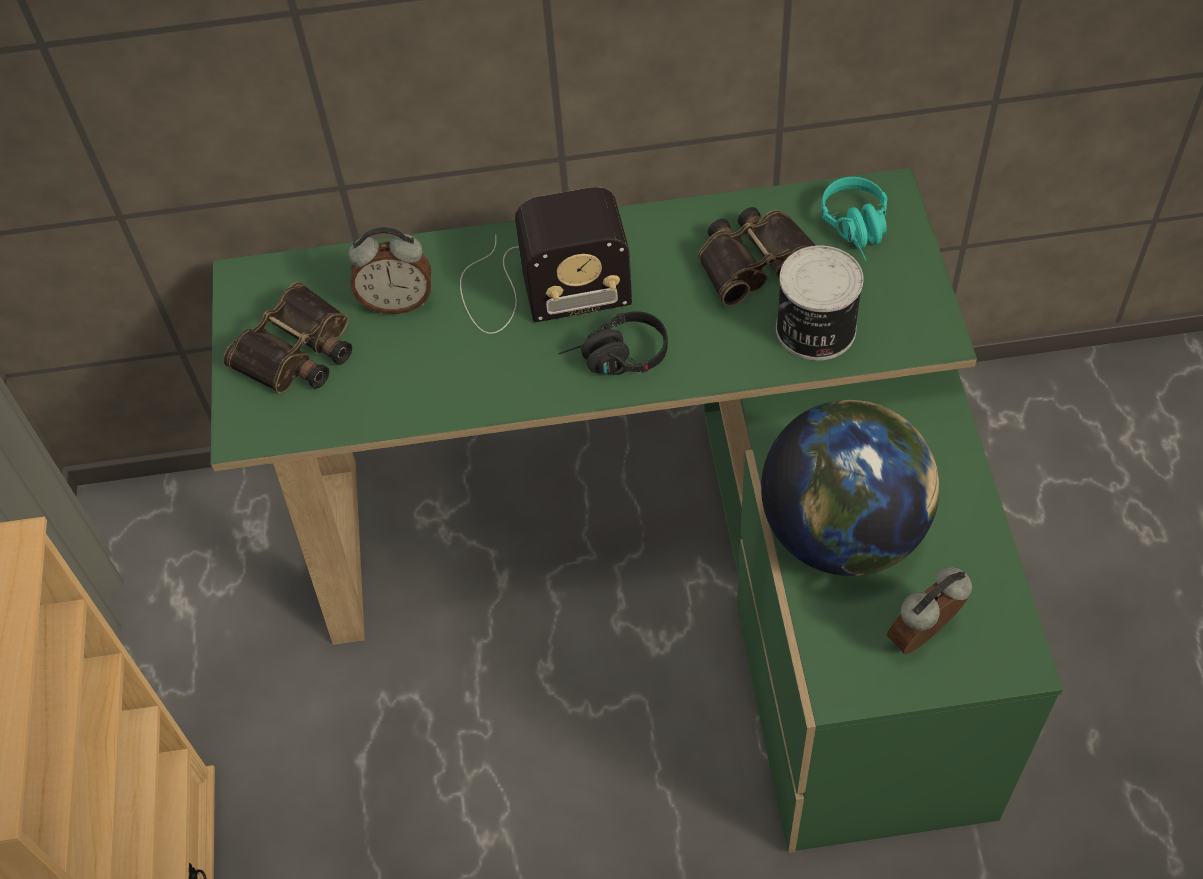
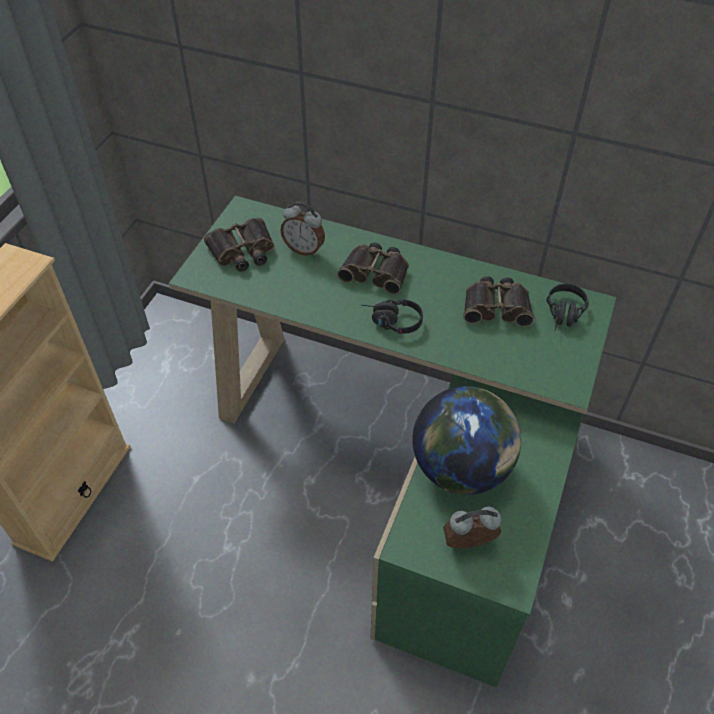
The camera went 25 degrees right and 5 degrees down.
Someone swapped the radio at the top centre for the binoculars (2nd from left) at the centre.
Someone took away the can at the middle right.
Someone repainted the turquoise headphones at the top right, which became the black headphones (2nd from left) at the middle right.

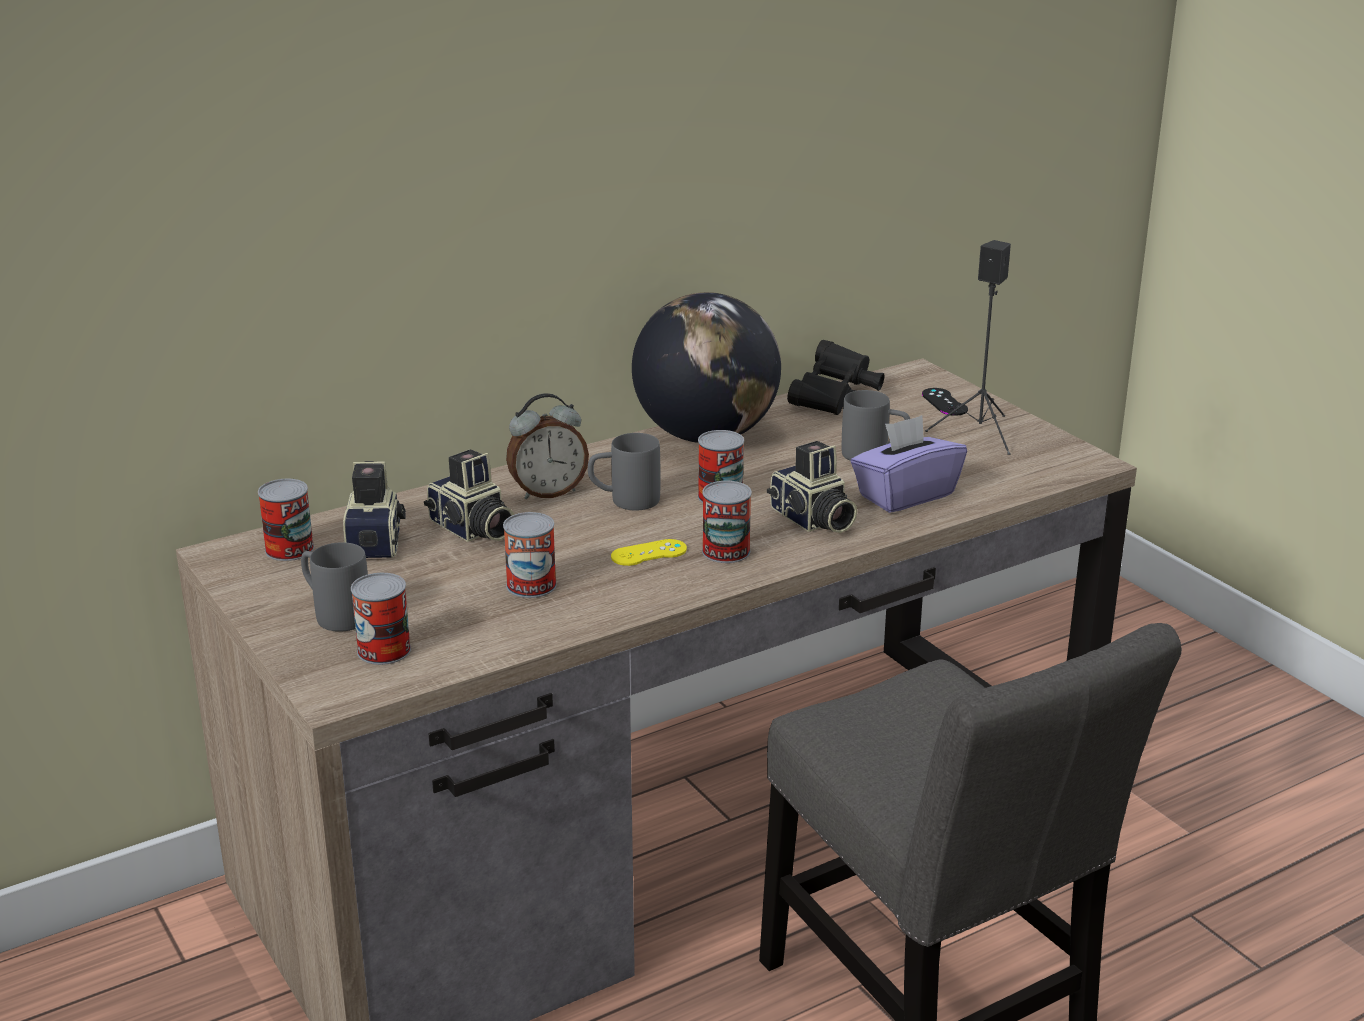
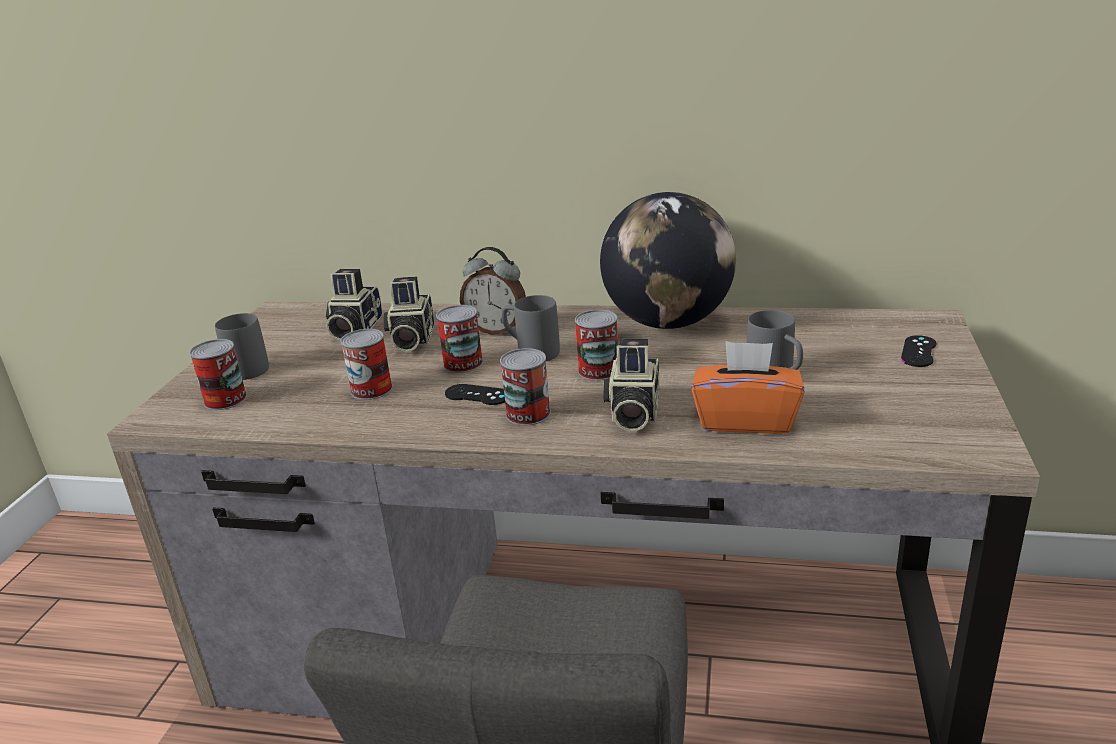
The camera went 45 degrees right and 0 degrees up.
Someone carried the can (1st from left in the first image) from the middle left to the centre.
Someone rotated the photo camera (1st from left) at the middle left by 150 degrees clockwise.
Someone repainted the yellow game controller at the centre, which became the black game controller (1st from left) at the centre.
Someone took away the black binoculars at the centre.
Someone repainted the purple tissue box at the centre, which became the orange tissue box at the middle right.
Someone took away the black speaker at the middle right.

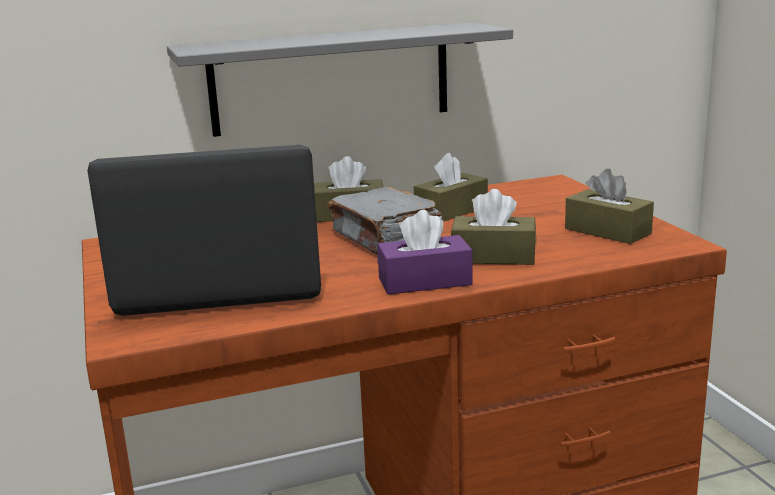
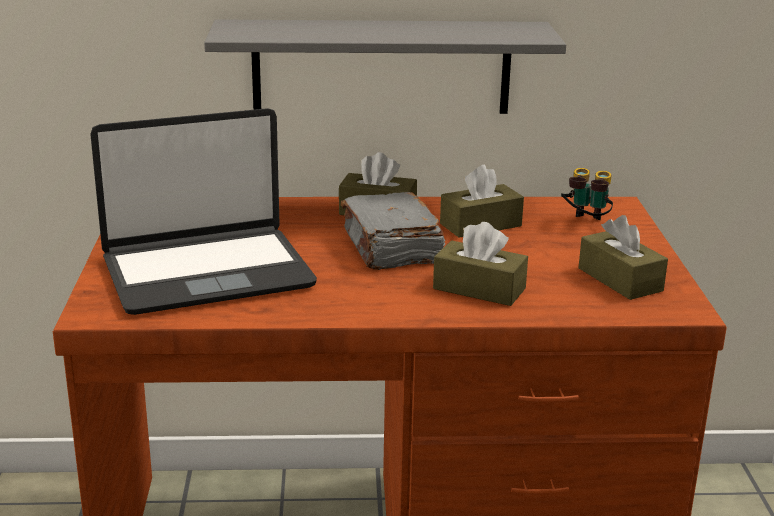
The camera went 15 degrees right and 5 degrees up.
Someone rotated the laptop at the middle left by 150 degrees clockwise.
Someone took away the purple tissue box at the centre.
Someone put down the binoculars at the middle right.

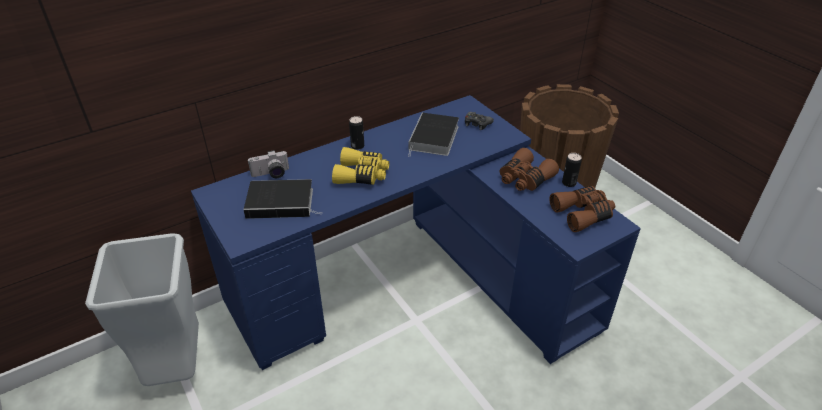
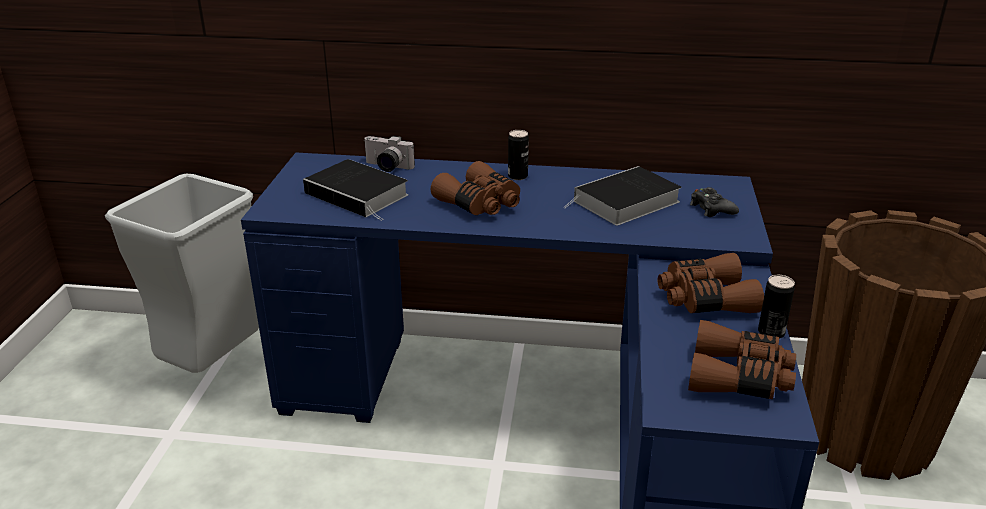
The camera went 40 degrees right and 10 degrees down.
Someone repainted the yellow binoculars at the centre, which became the brown binoculars (1st from left) at the centre.

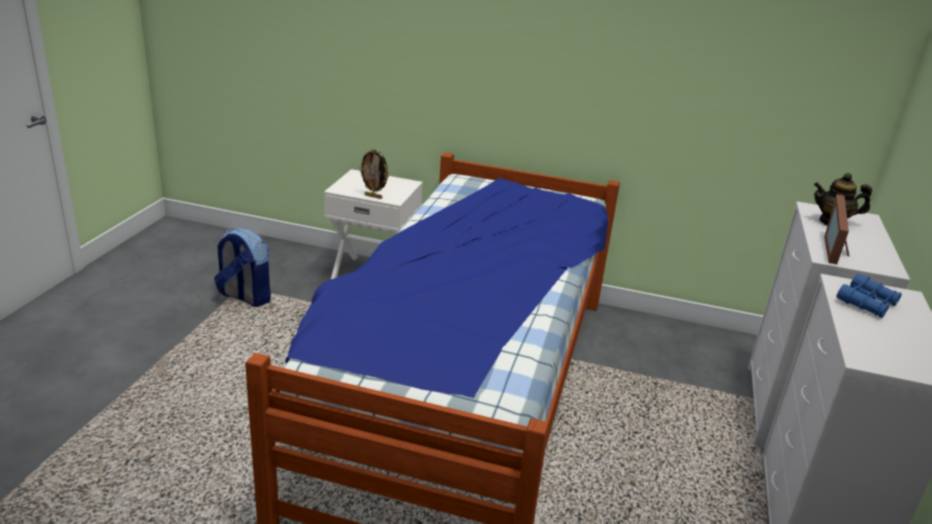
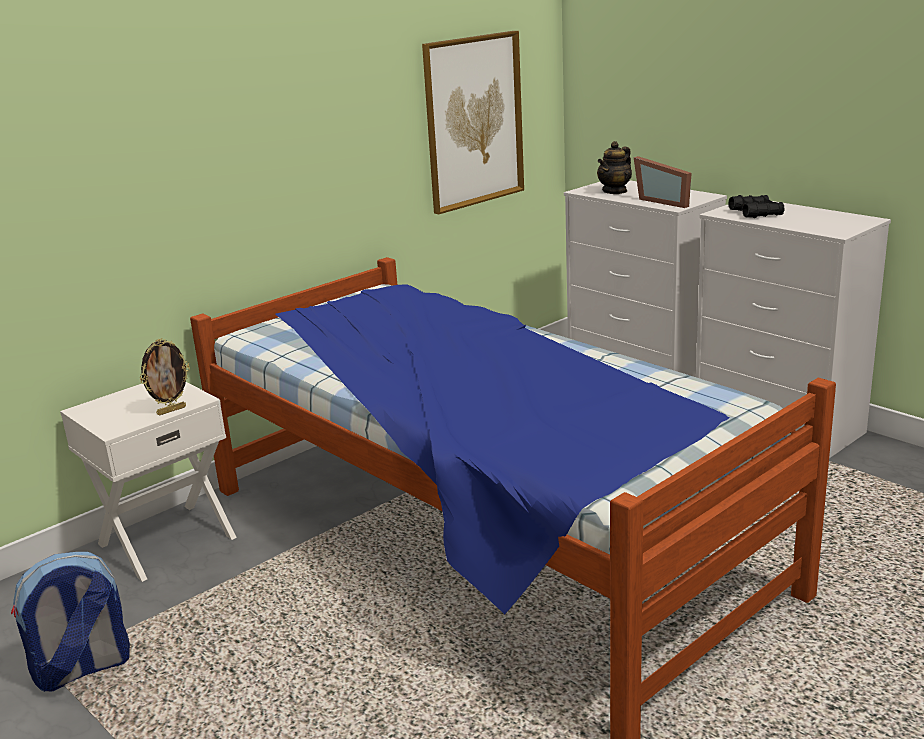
The camera went 55 degrees left and 5 degrees down.
Someone repainted the blue binoculars at the middle right, which became the black binoculars at the top right.
Someone put up the picture at the top centre.

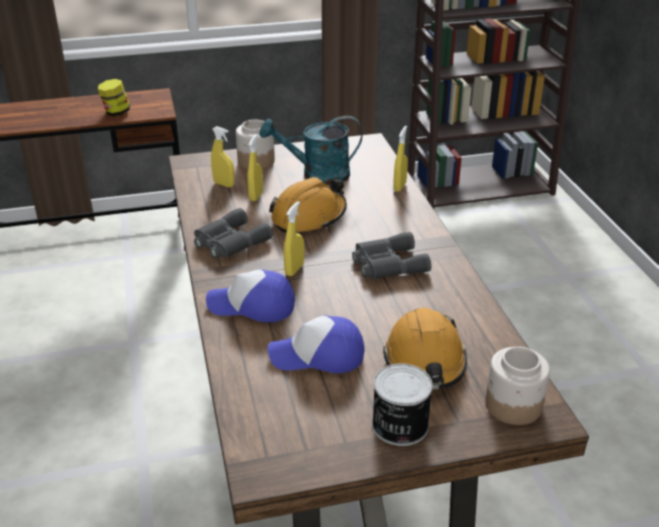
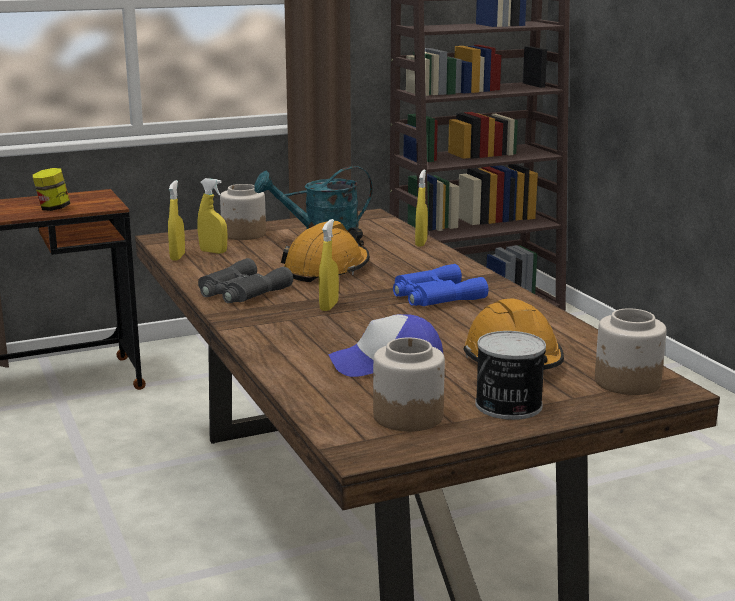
The camera went 10 degrees left and 15 degrees down.
Someone took away the cap (1st from left) at the centre.
Someone carried the yellow spray bottle (2nd from left in the first image) from the top centre to the middle left.
Someone repainted the grey binoculars (2nd from left) at the centre, which became the blue binoculars at the centre.
Someone put down the jar (3rd from left) at the centre.

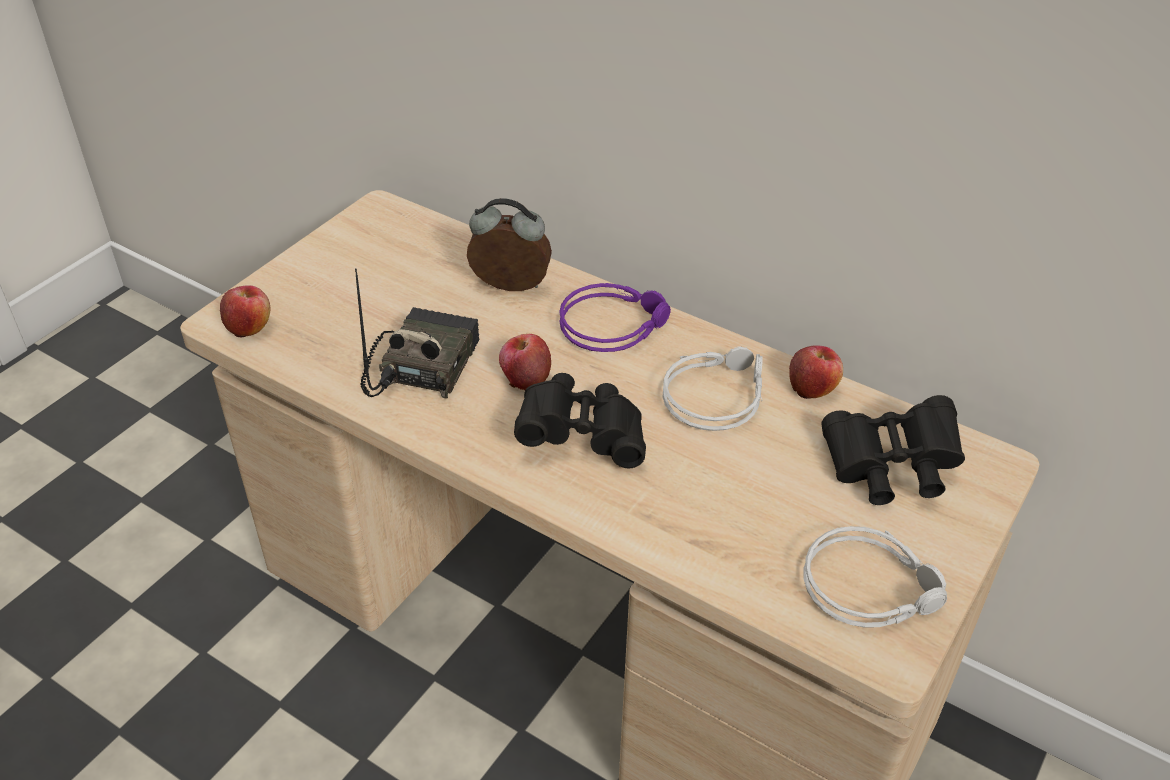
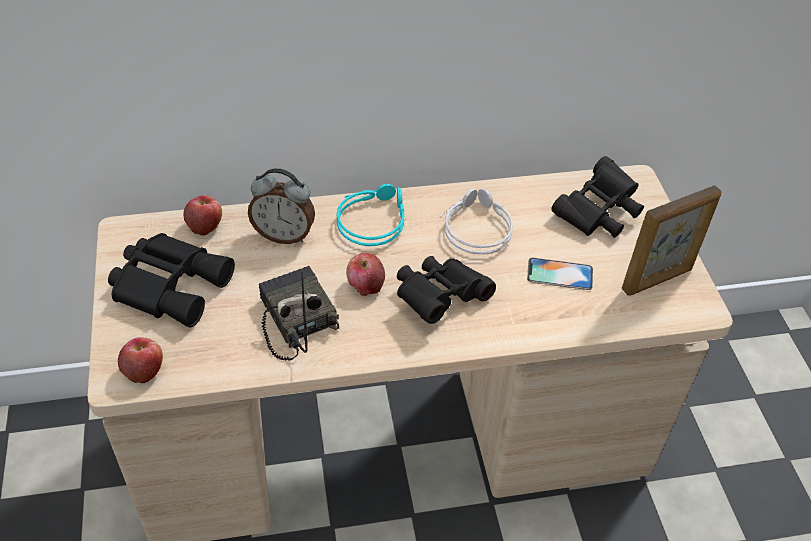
The camera went 45 degrees left and 5 degrees up.
Someone rotated the alarm clock at the top centre by 135 degrees counterclockwise.
Someone repainted the purple headphones at the centre, which became the turquoise headphones at the centre.
Someone carried the apple (3rd from left in the first image) from the middle right to the middle left.
Someone swapped the grey headphones (2nd from left) at the bottom right for the picture frame at the middle right.
Someone put down the black binoculars (1st from left) at the middle left.
Someone put down the phone at the middle right.

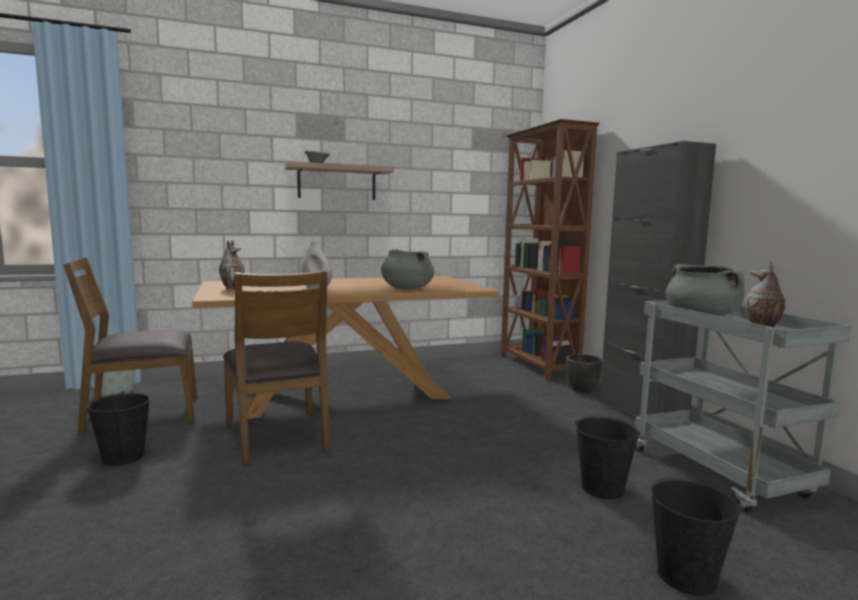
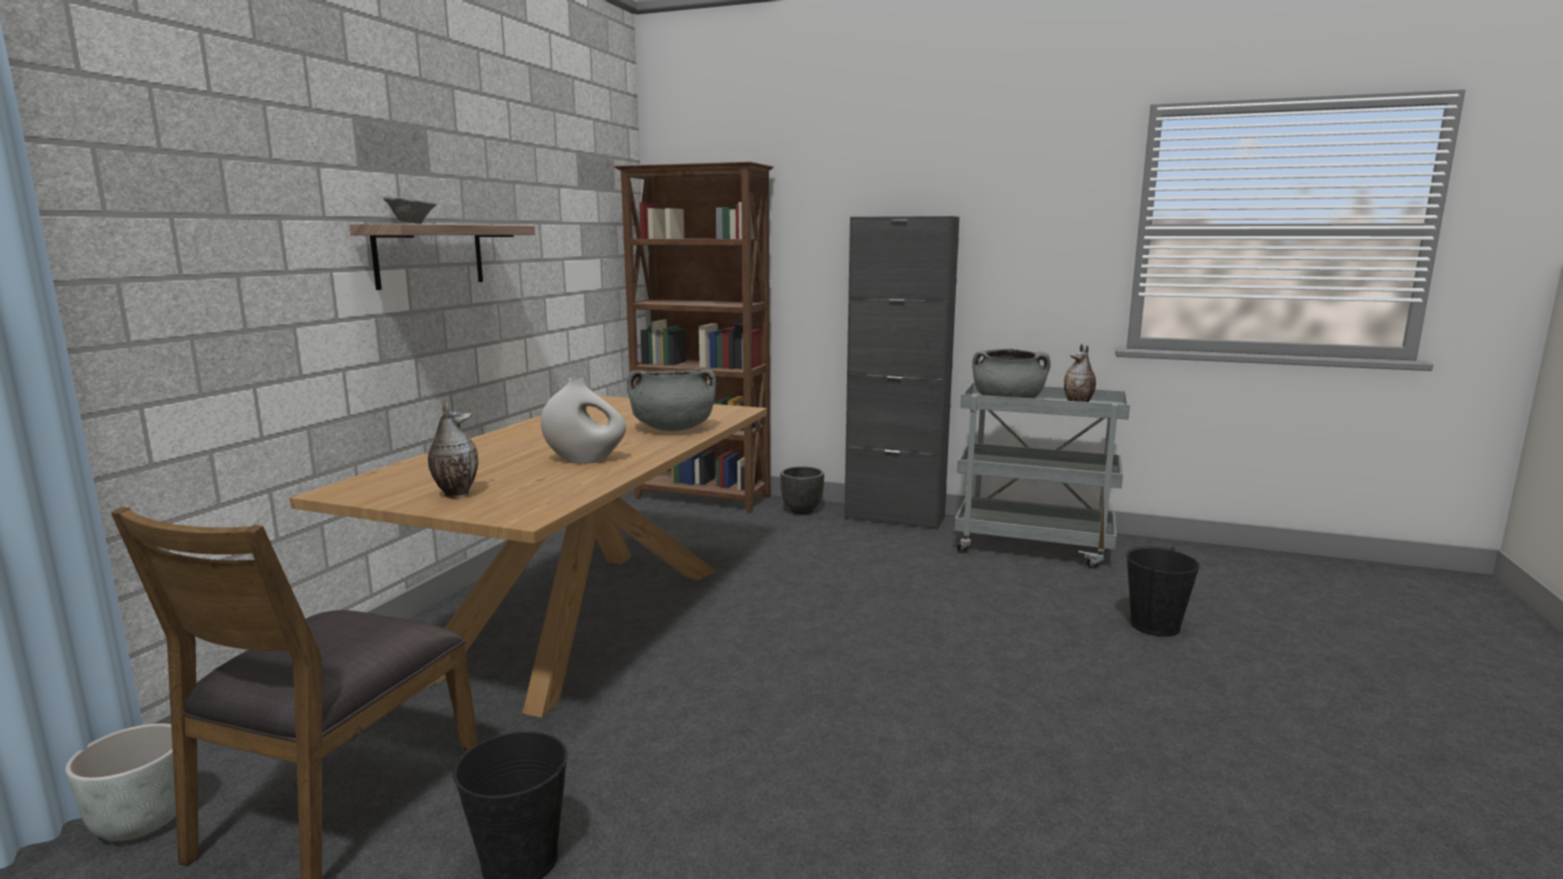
The camera went 50 degrees left and 5 degrees up.
Someone took away the brown chair (2nd from left) at the middle left.
Someone took away the black bucket (2nd from left) at the bottom right.

